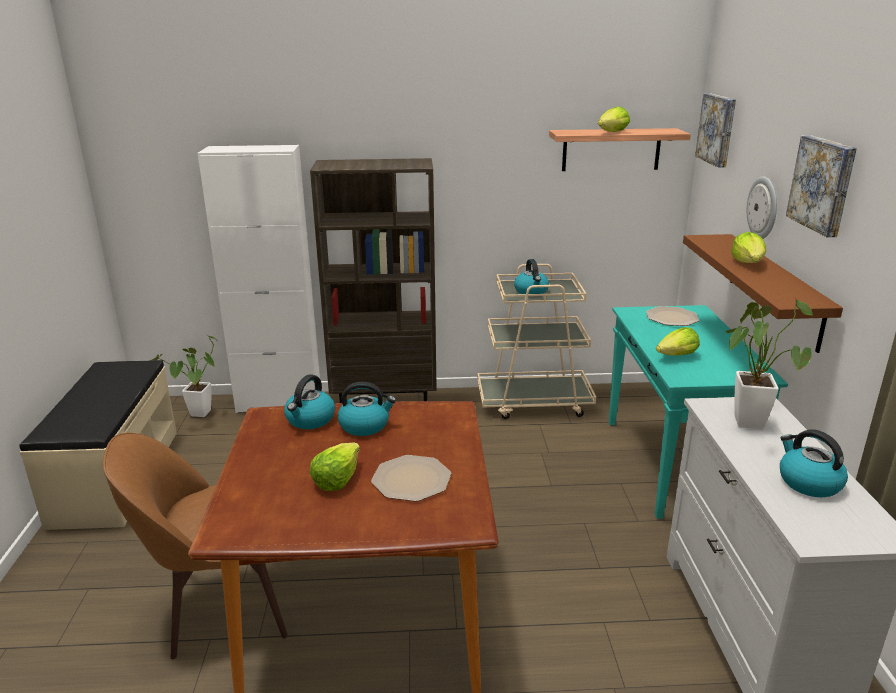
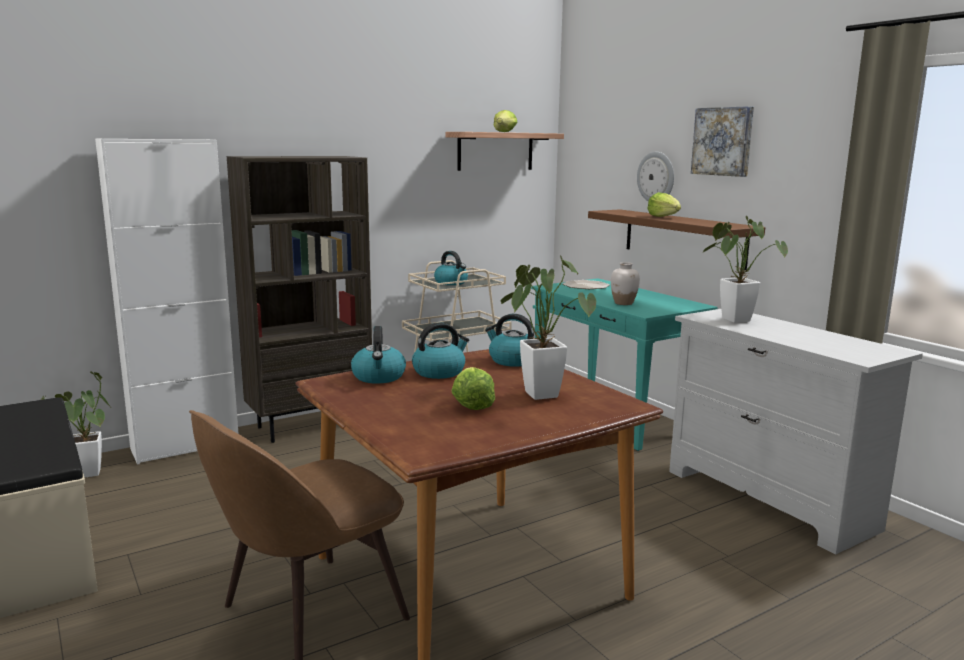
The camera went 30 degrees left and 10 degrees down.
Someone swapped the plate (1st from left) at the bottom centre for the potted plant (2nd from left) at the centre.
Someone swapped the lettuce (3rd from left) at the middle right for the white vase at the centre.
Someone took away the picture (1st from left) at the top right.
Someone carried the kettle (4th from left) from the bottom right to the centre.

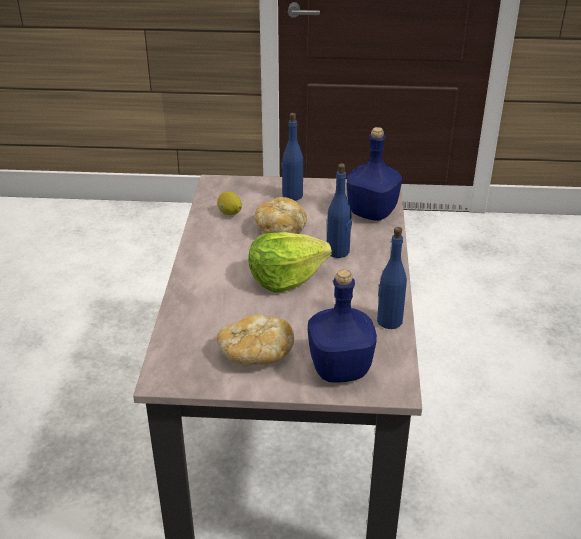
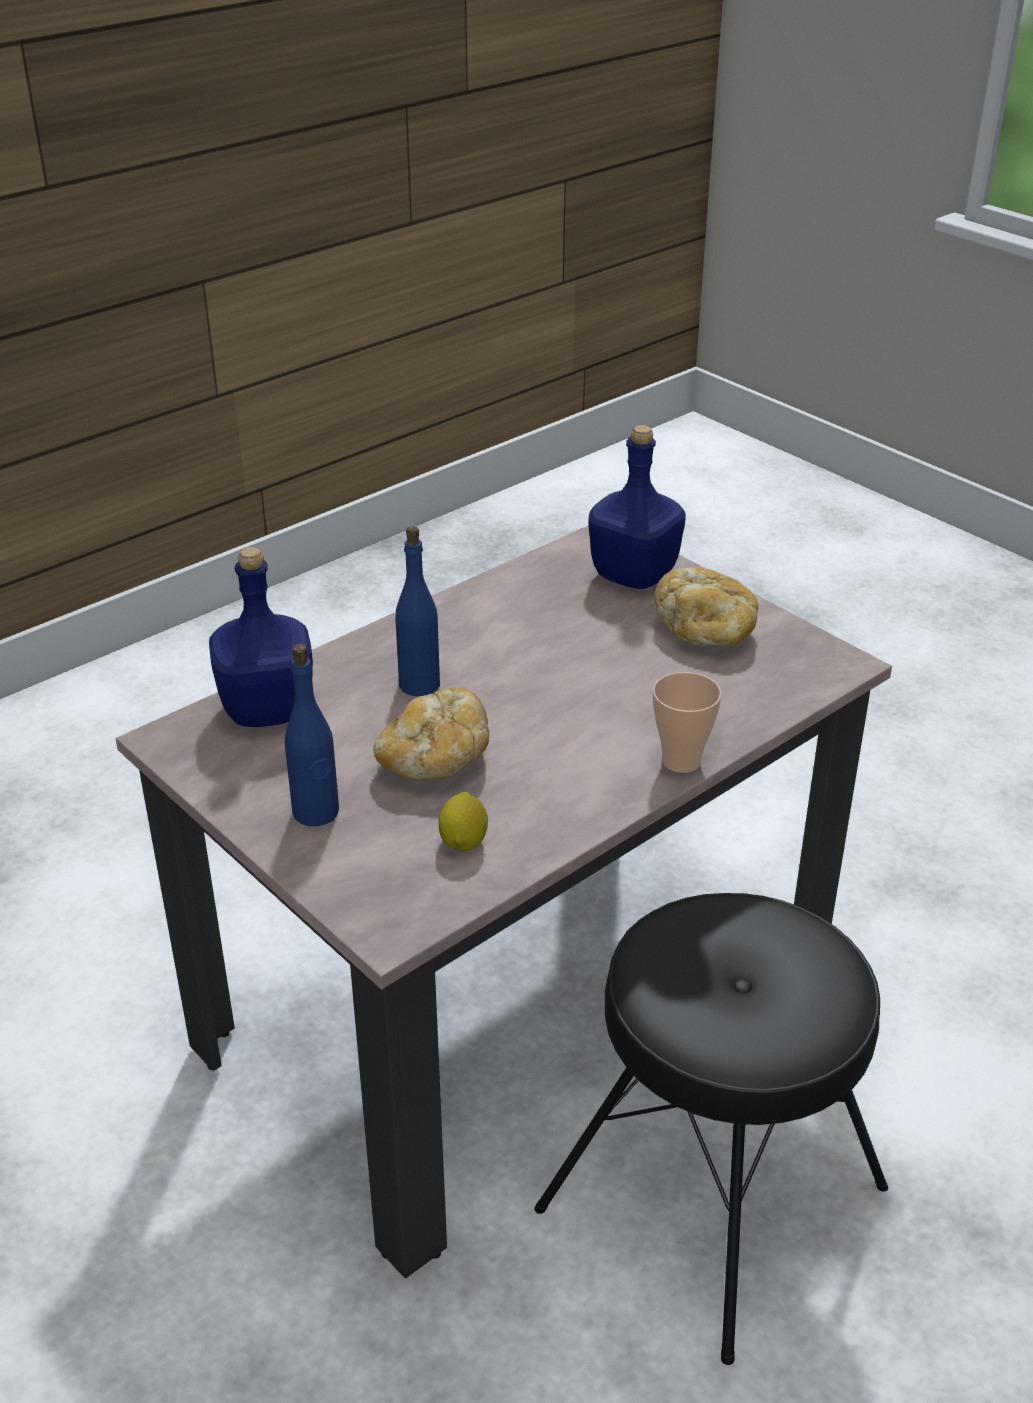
The camera went 135 degrees left and 0 degrees up.
Someone took away the lettuce at the centre.
Someone took away the blue bottle (5th from left) at the middle right.
Someone put down the black stool at the bottom right.
Someone put down the cup at the centre.

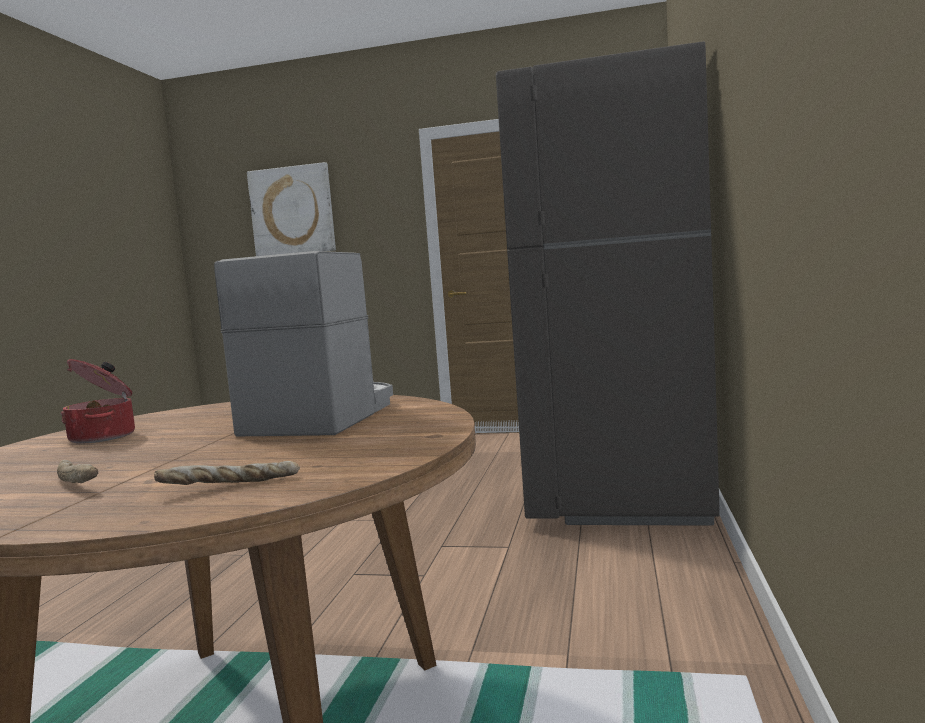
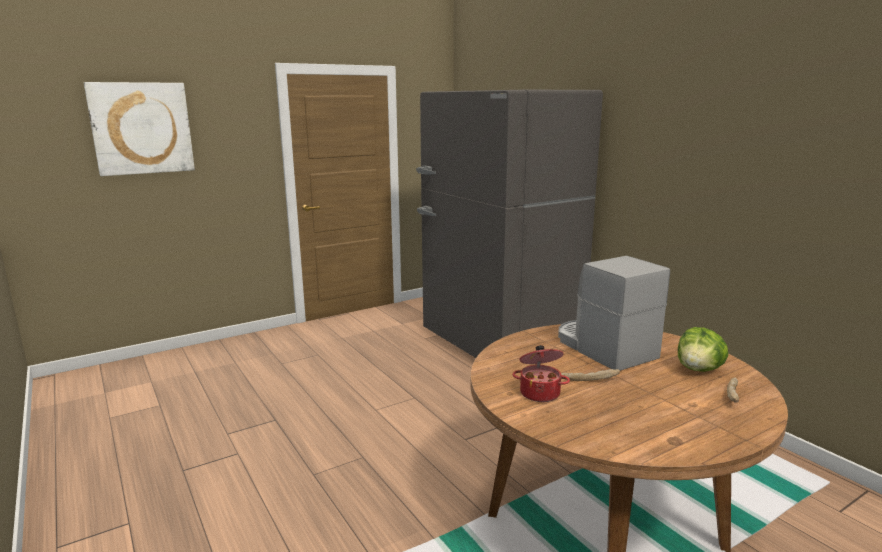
The camera went 45 degrees left and 10 degrees up.
Someone carried the bread (1st from left) from the middle left to the bottom right.
Someone put down the lettuce at the middle right.

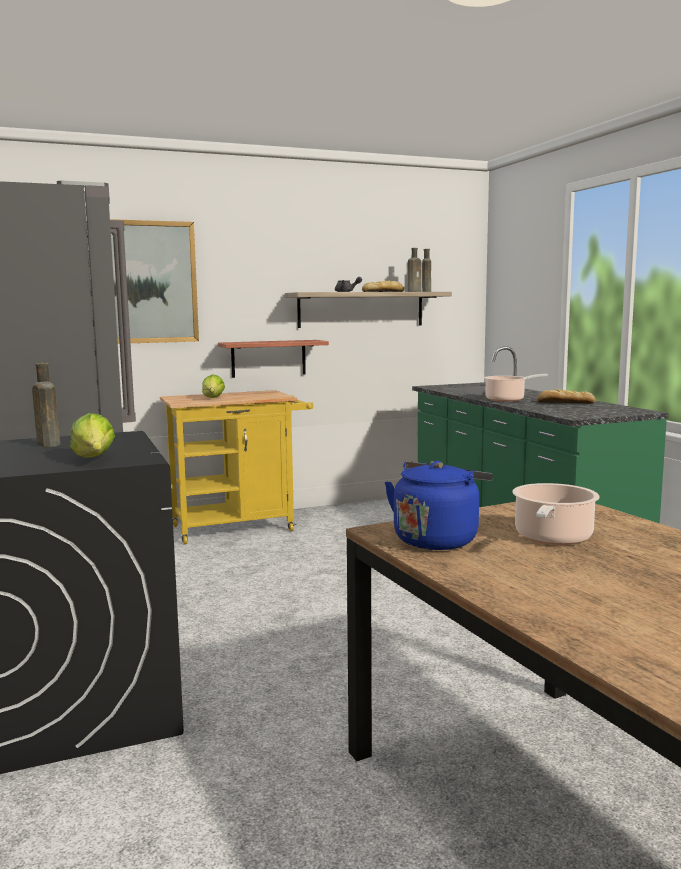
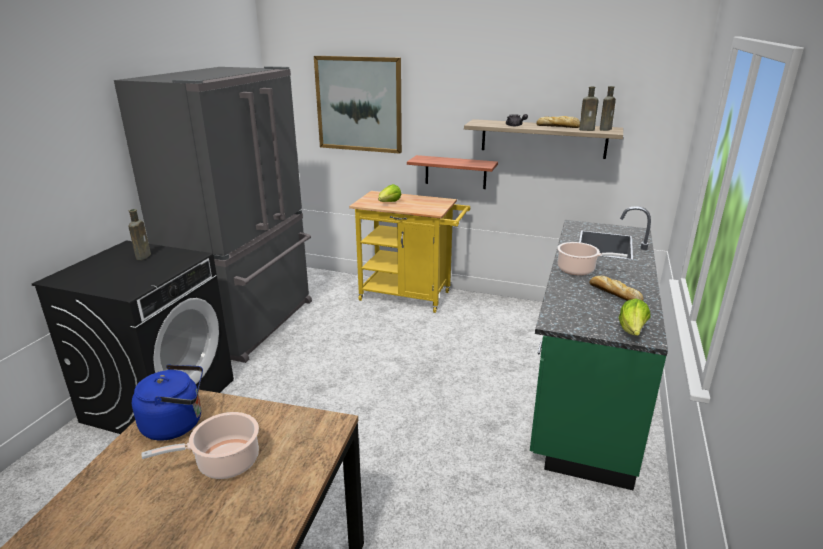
The camera went 40 degrees right and 15 degrees up.
Someone carried the lettuce (1st from left in the first image) from the middle left to the middle right.

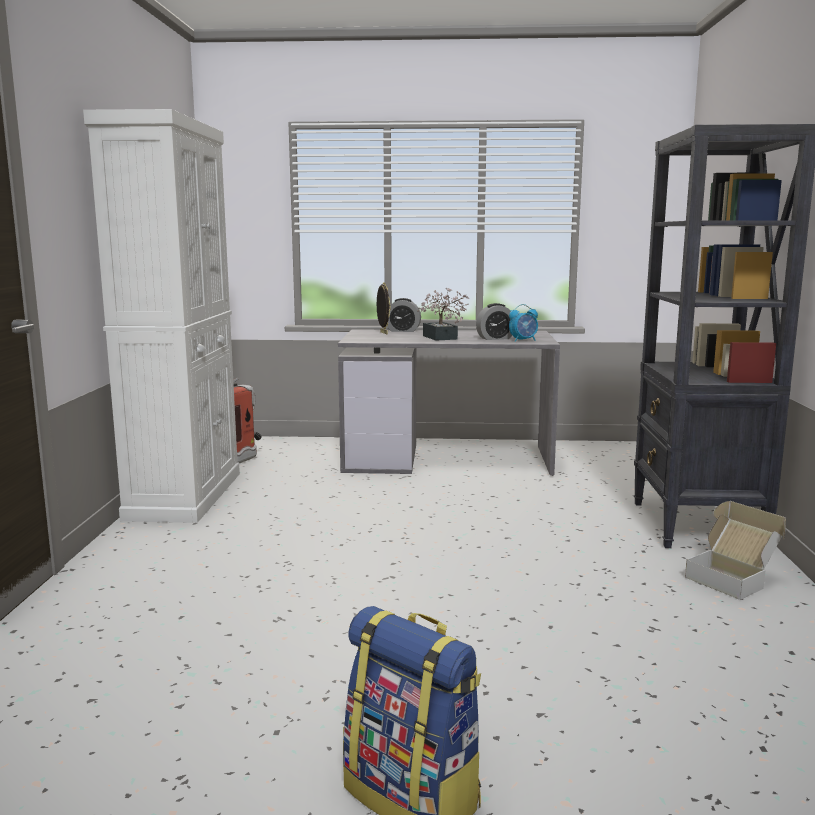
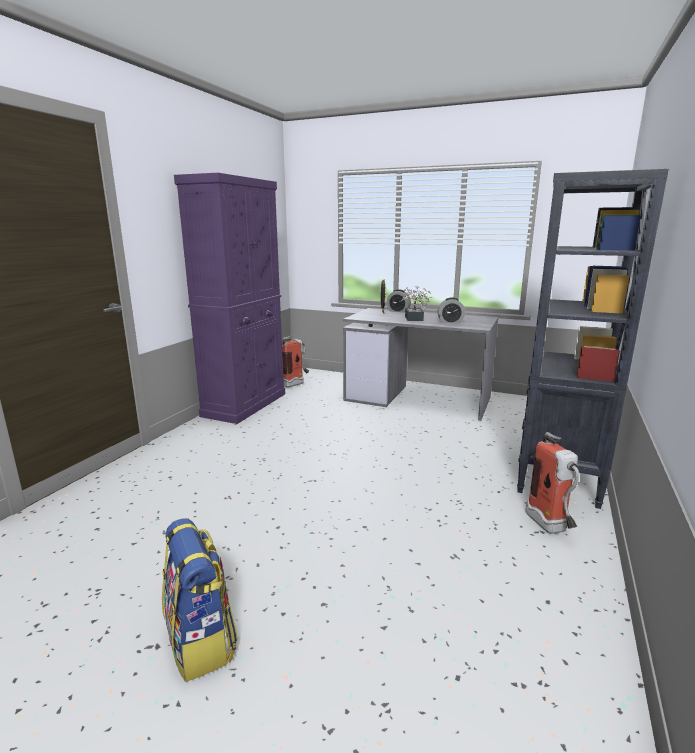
The camera went 20 degrees right and 5 degrees up.
Someone repainted the white cabinet at the middle left, which became the purple cabinet at the middle left.
Someone took away the alarm clock (3rd from left) at the centre.
Someone swapped the cardboard box at the bottom right for the fire extinguisher (2nd from left) at the middle right.

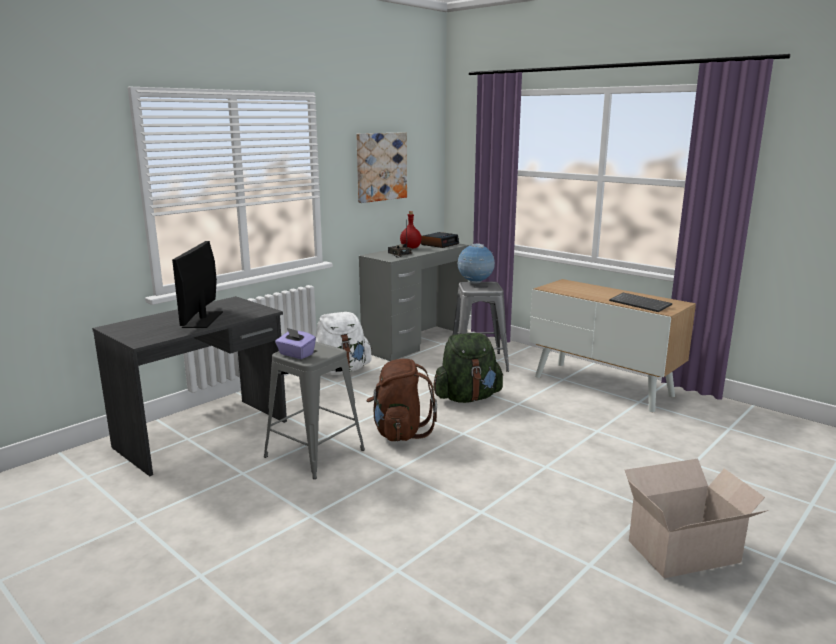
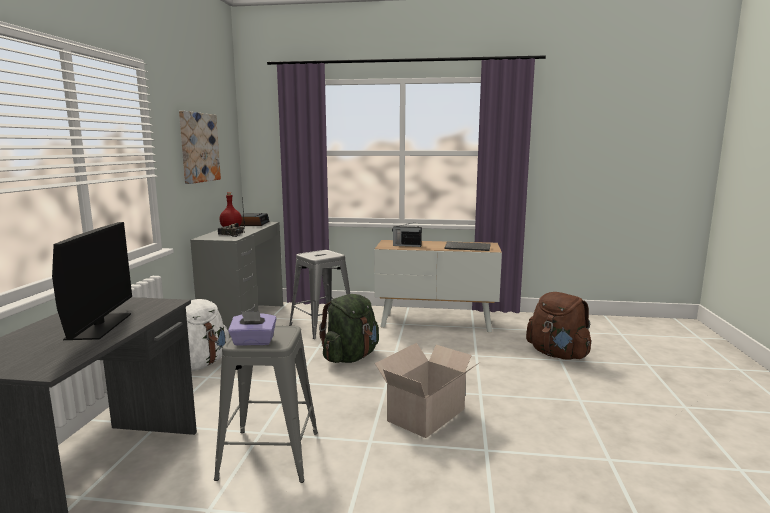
The camera went 35 degrees left and 5 degrees down.
Someone rotated the monitor at the middle left by 150 degrees counterclockwise.
Someone carried the brown backpack from the centre to the middle right.
Someone took away the globe at the centre.
Someone carried the cardboard box from the bottom right to the bottom centre.
Someone put down the radio (2nd from left) at the centre.

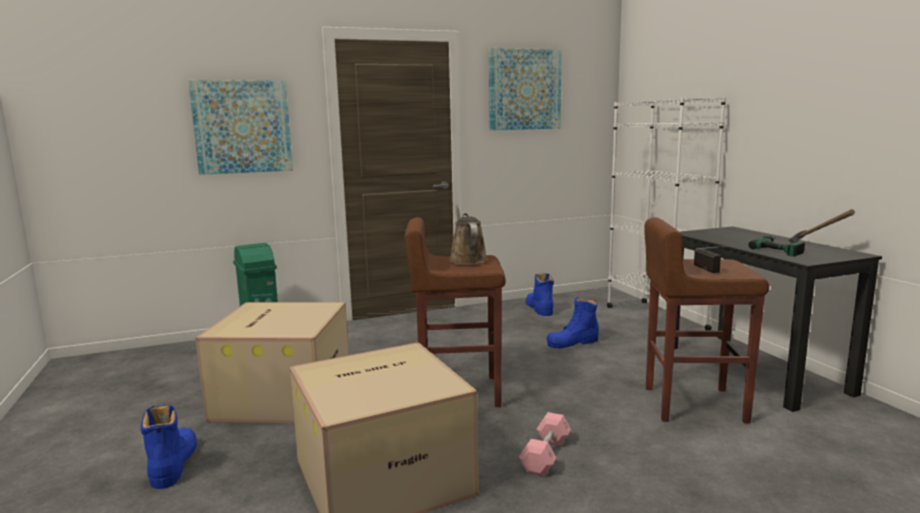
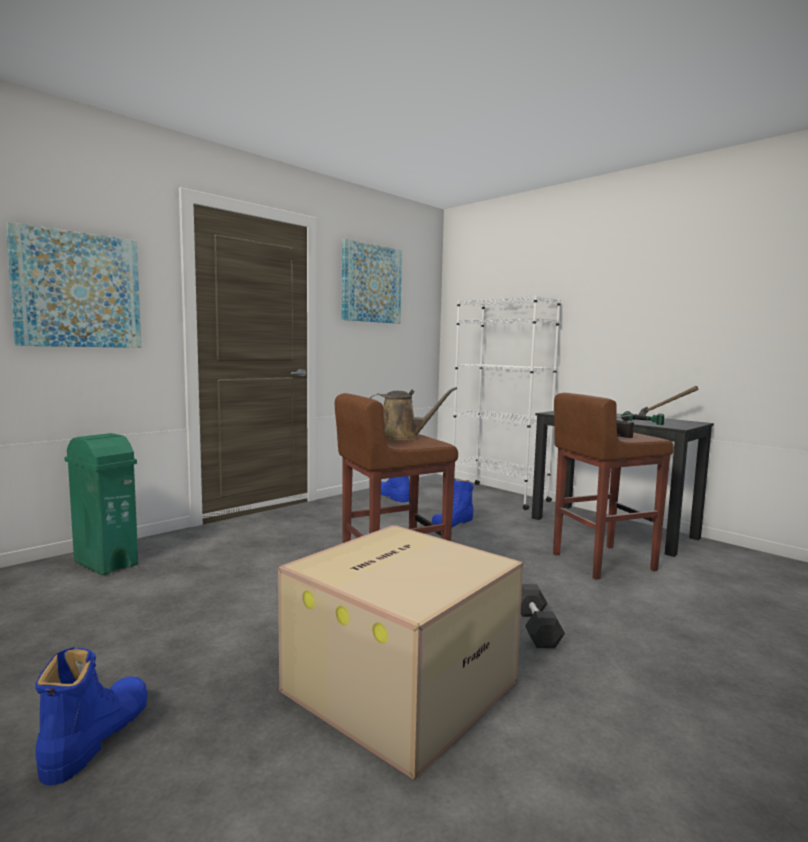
The camera went 25 degrees left and 5 degrees down.
Someone rotated the blue boot (1st from left) at the bottom left by 45 degrees clockwise.
Someone took away the cardboard box (1st from left) at the bottom left.
Someone rotated the brown watering can at the centre by 135 degrees clockwise.
Someone repainted the pink dumbbell at the bottom centre, which became the black dumbbell at the bottom right.

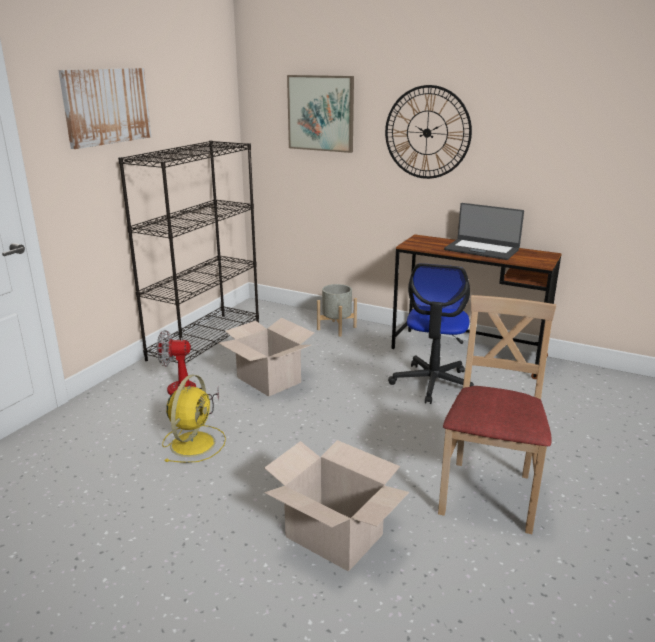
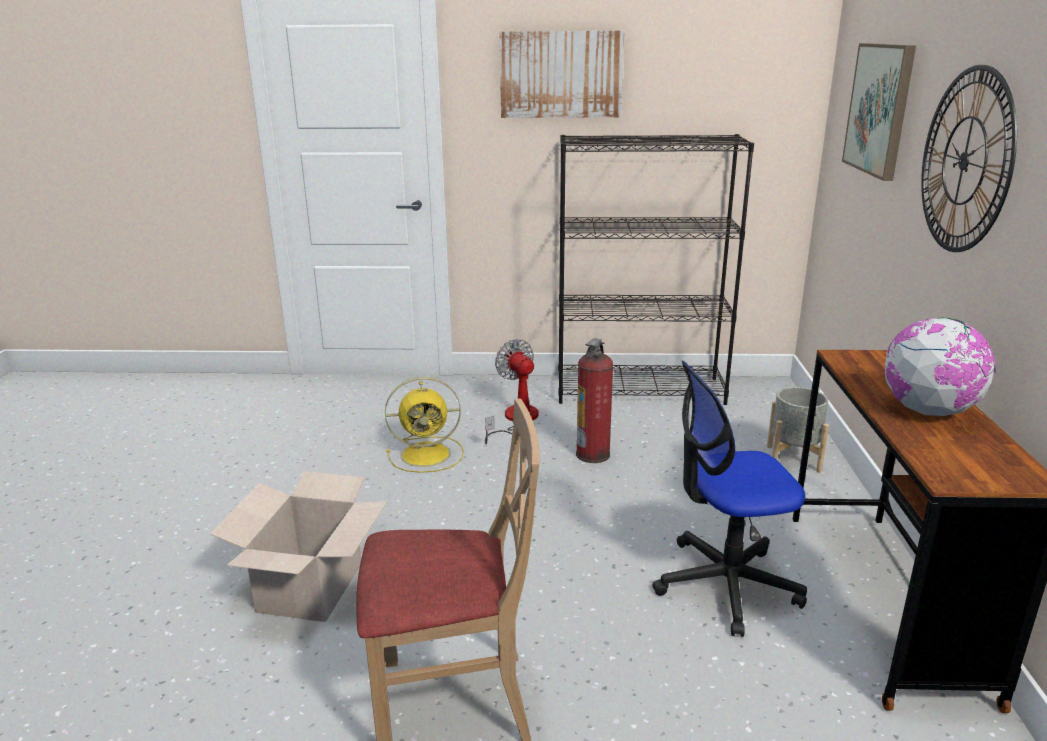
The camera went 65 degrees right and 0 degrees up.
Someone swapped the cardboard box (1st from left) at the centre for the fire extinguisher at the centre.
Someone swapped the laptop at the middle right for the globe at the middle right.

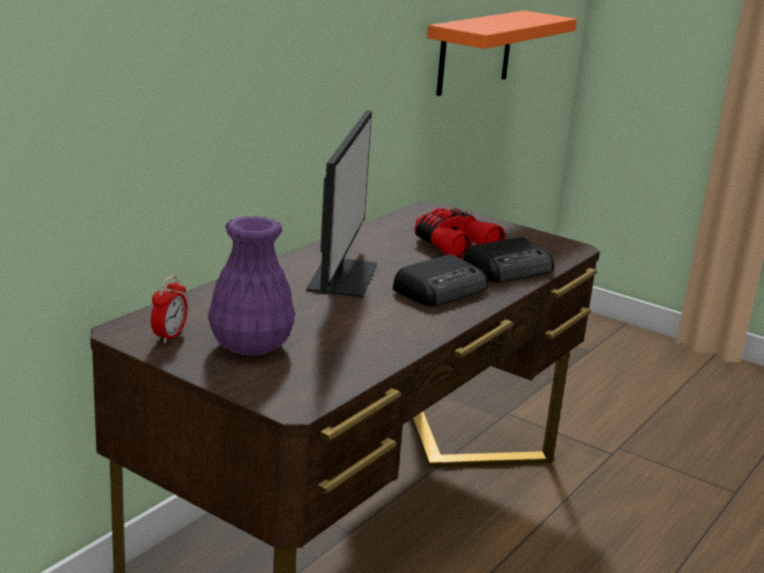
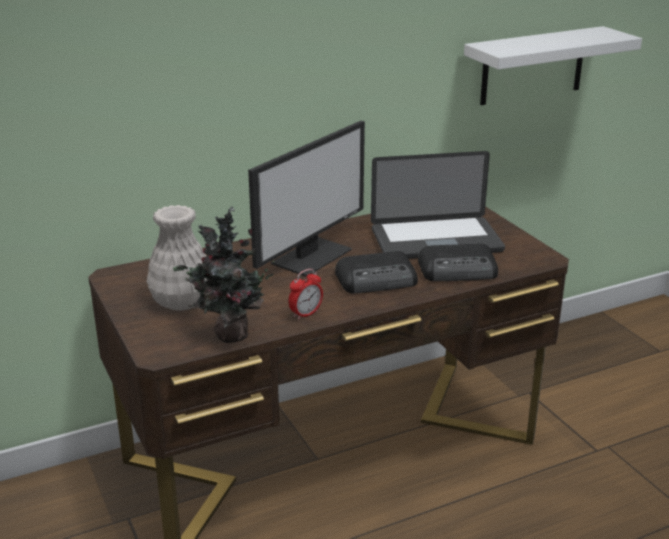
The camera went 30 degrees right and 5 degrees up.
Someone carried the alarm clock from the middle left to the centre.
Someone repainted the purple vase at the middle left, which became the white vase at the middle left.
Someone swapped the red binoculars at the centre for the laptop at the centre.
Someone repainted the orange shelf at the top centre, which became the white shelf at the top right.
Someone put down the potted plant at the centre.

